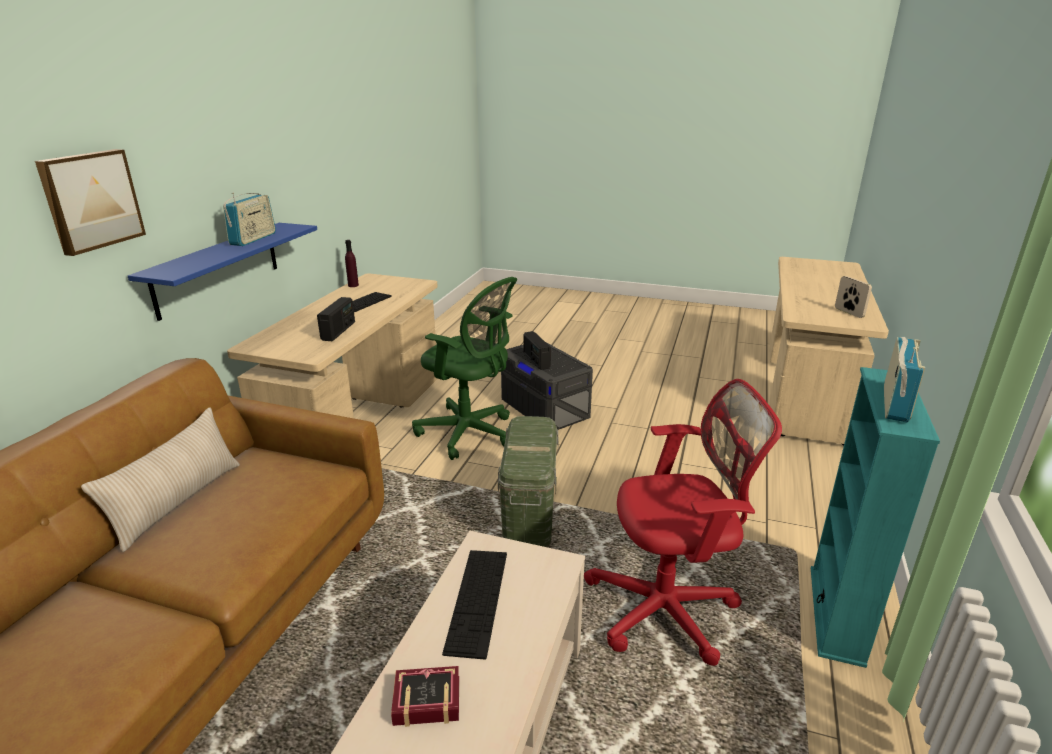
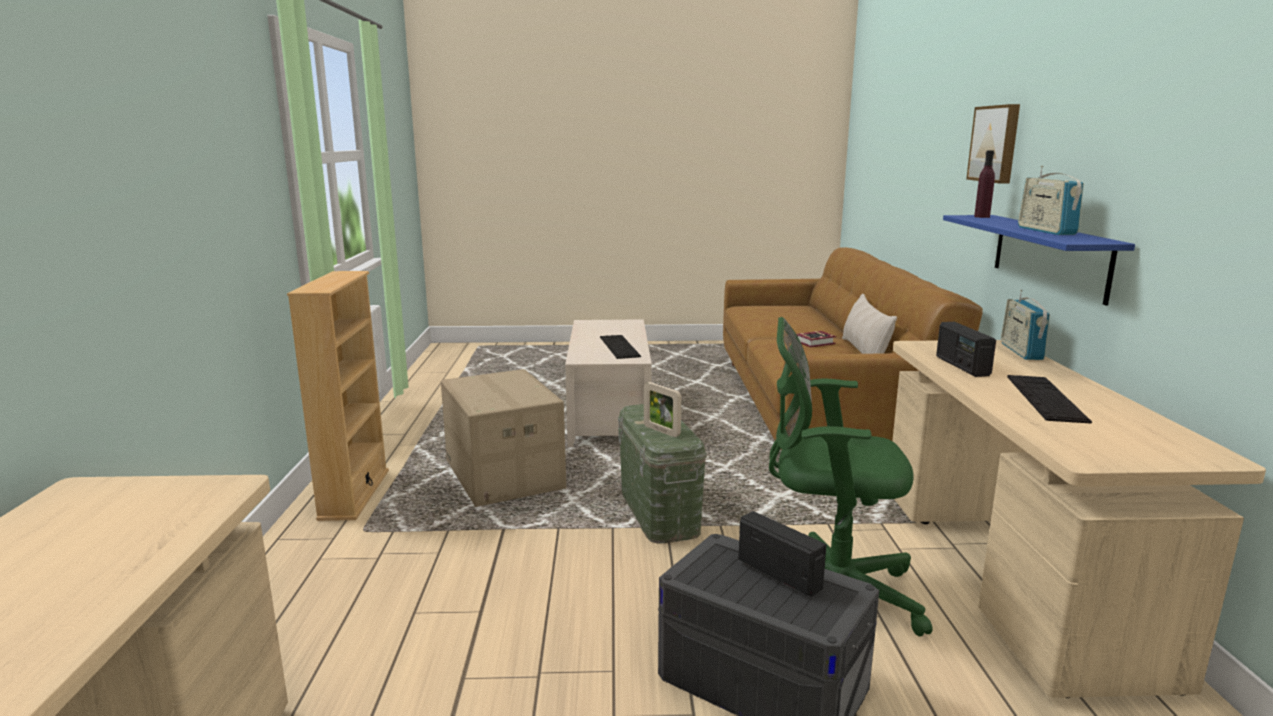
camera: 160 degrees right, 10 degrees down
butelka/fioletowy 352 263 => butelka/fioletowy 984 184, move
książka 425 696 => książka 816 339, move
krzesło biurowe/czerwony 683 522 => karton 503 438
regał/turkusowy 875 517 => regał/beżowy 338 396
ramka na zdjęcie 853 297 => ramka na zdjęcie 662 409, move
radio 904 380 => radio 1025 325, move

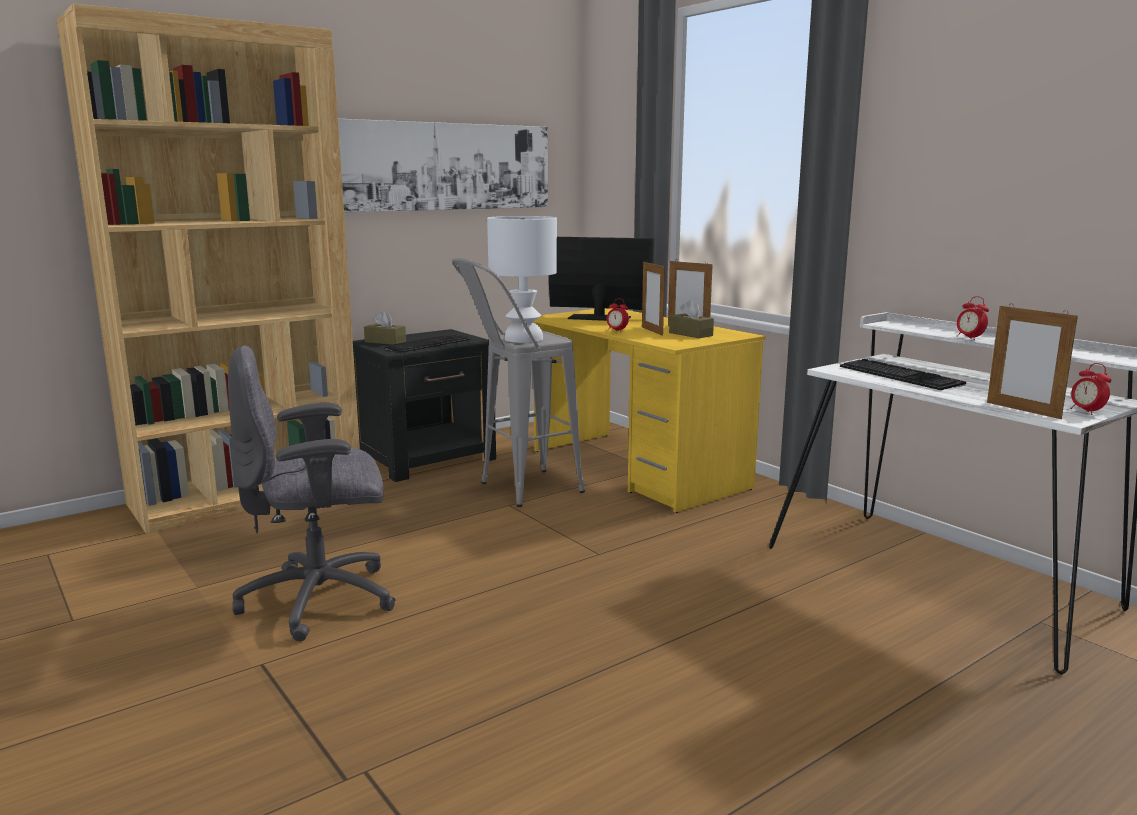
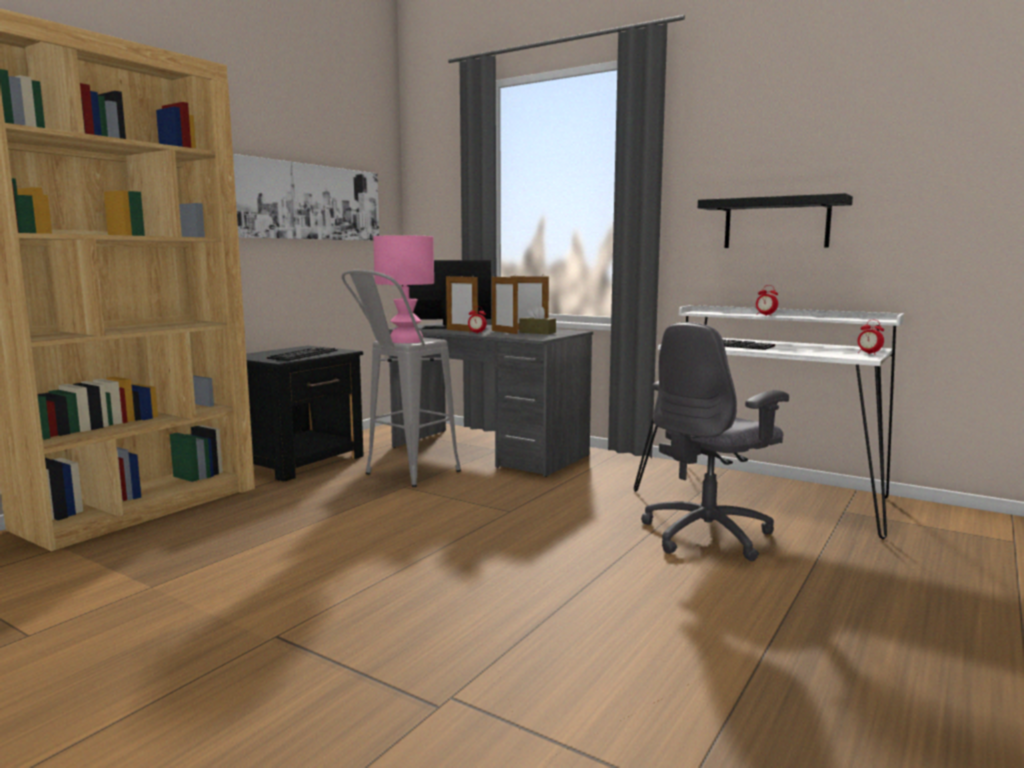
camera: 20 degrees left, 5 degrees down
krzesło biurowe/szary 312 493 => krzesło biurowe/szary 715 441, move
pudełko chusteczek/brązowy 385 328 => nothing
lampa stołowa/biały 522 279 => lampa stołowa/różowy 403 289
biurko/żółty 649 410 => biurko/szary 491 399
ramka na zdjęcie 1032 361 => ramka na zdjęcie 462 304, move
nothing => półka/czarny 775 220

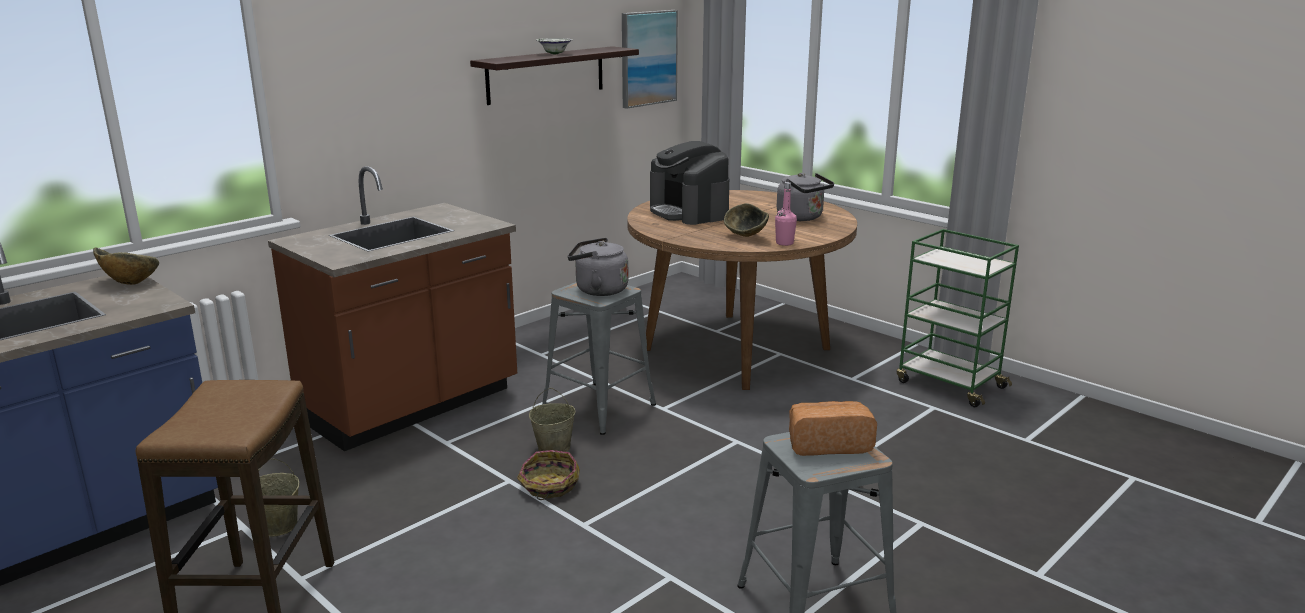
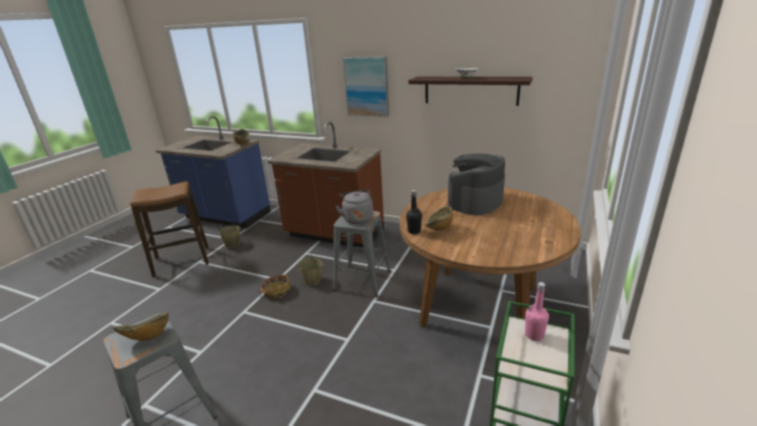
camera: 70 degrees right, 5 degrees up
obraz 650 59 => obraz 366 86, move
butelka/różowy 786 214 => butelka/różowy 537 311, move
czajnik/szary 805 197 => nothing
chleb 833 428 => miska 141 326
nothing => butelka/czarny 414 212

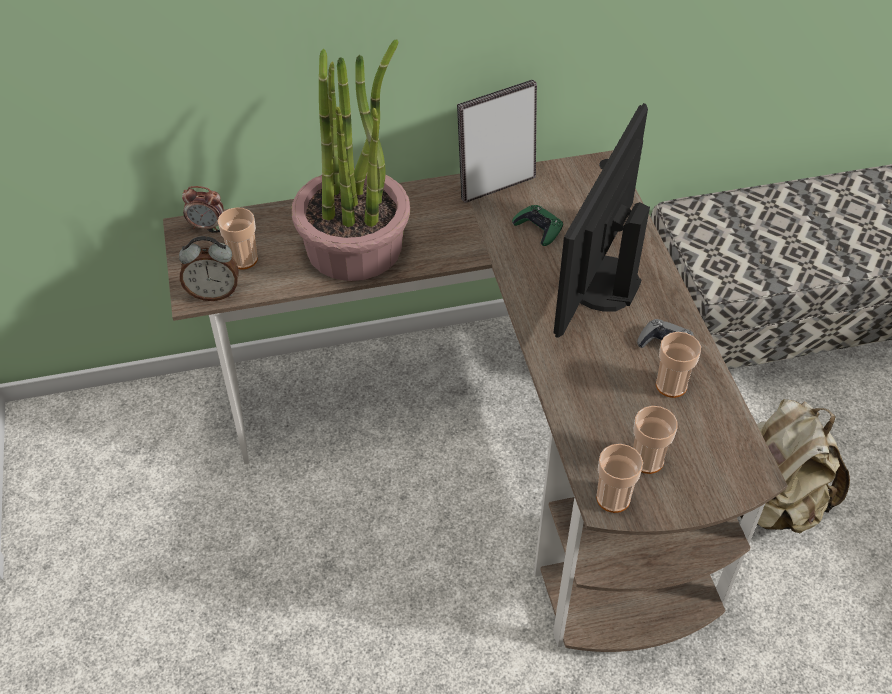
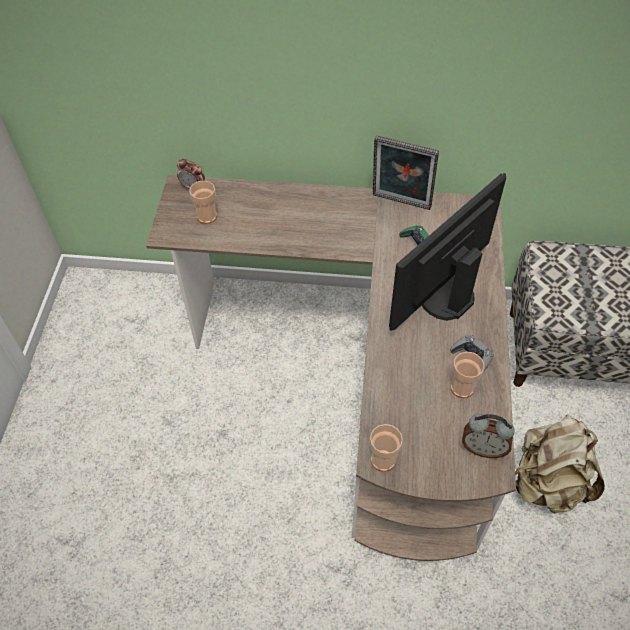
camera: 20 degrees right, 5 degrees up
budzik 209 268 => budzik 488 436, move
roślina doniczkowa 351 160 => nothing
ramka na zdjęcie 497 141 => ramka na zdjęcie 406 172, 150 degrees counterclockwise
filiżanka 655 440 => nothing

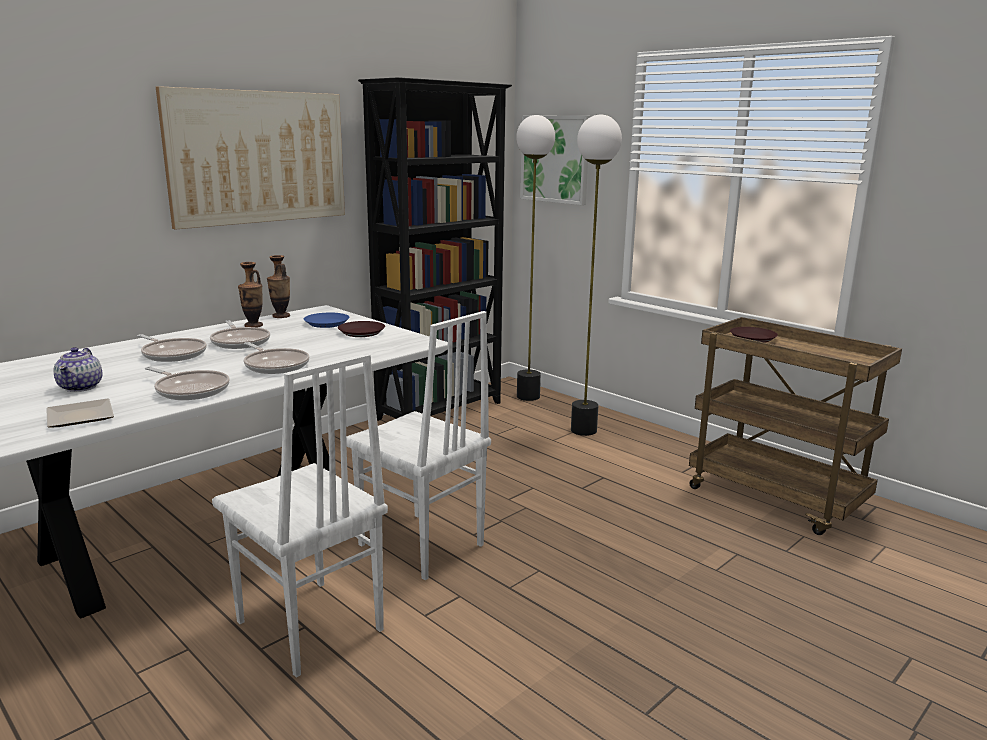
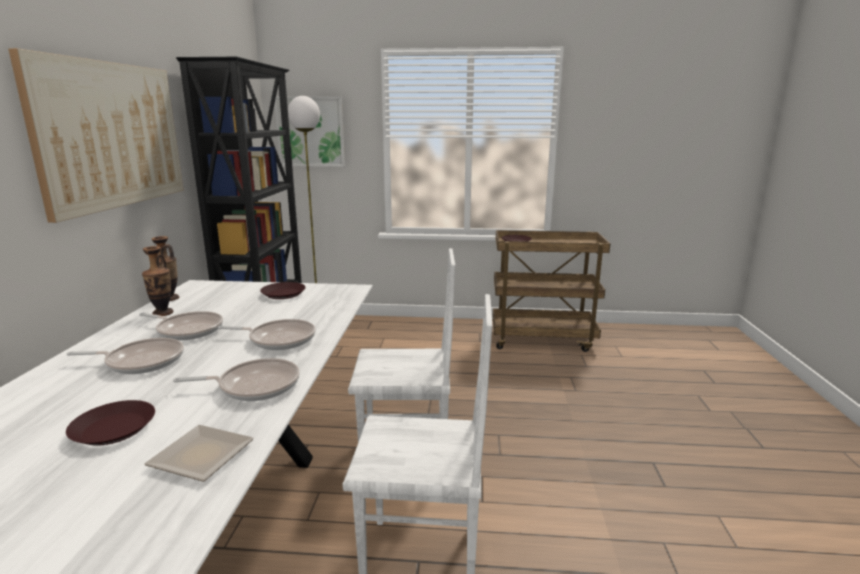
camera: 40 degrees left, 0 degrees up
imbryk 77 369 => talerz/brązowy 110 423
talerz/niebieski 326 320 => nothing
lampa stojąca 596 275 => nothing

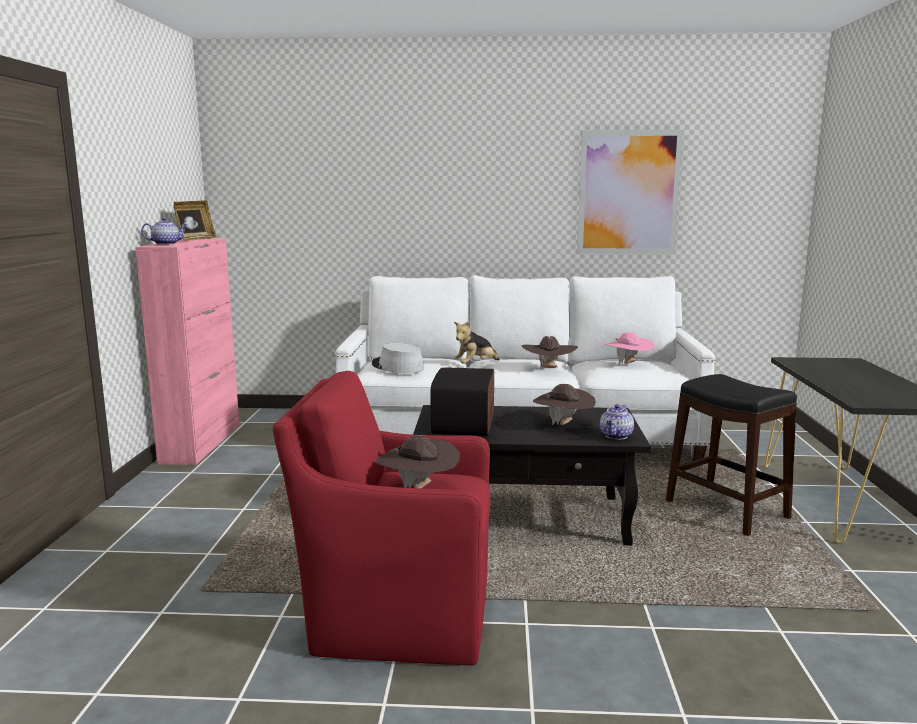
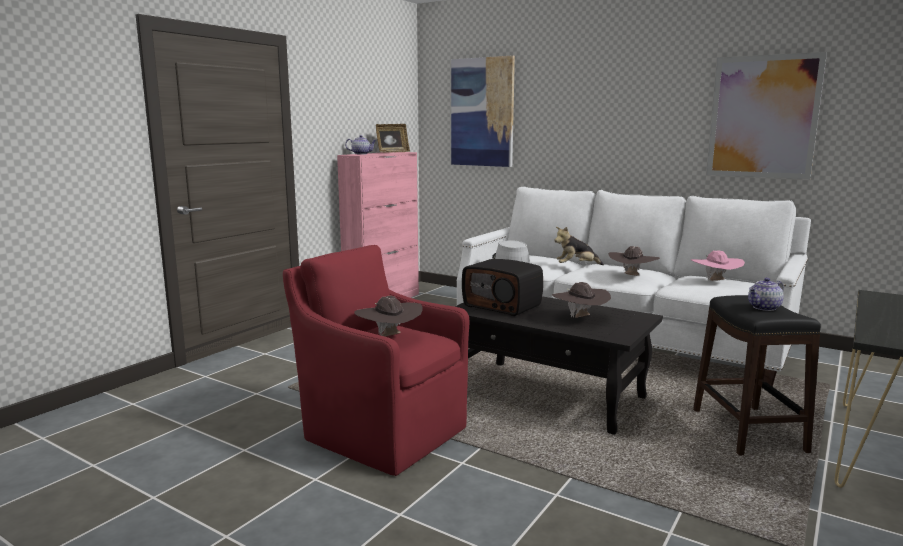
camera: 30 degrees right, 0 degrees up
radio 462 401 => radio 502 287, 90 degrees counterclockwise
imbryk 617 422 => imbryk 766 294, move
nothing => obraz 483 111

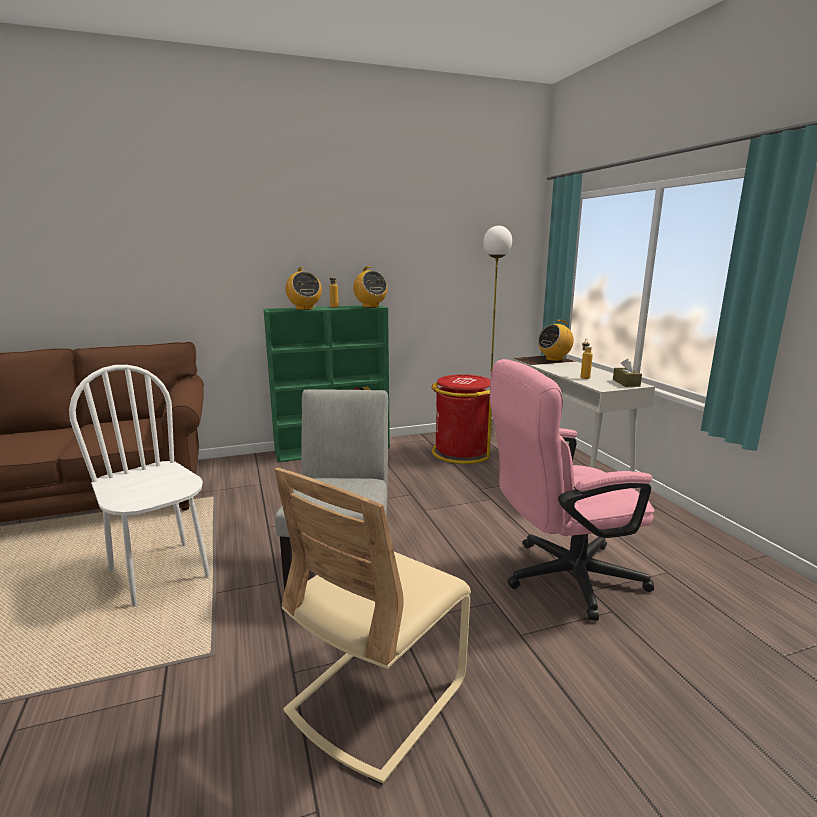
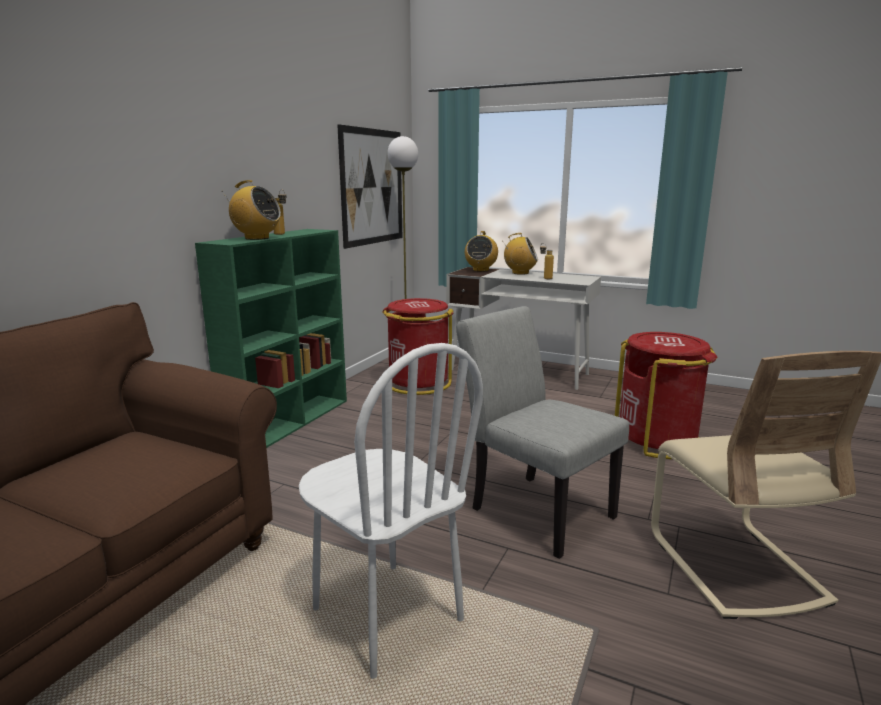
camera: 45 degrees left, 0 degrees up
krzesło/biały 139 486 => krzesło/biały 391 511, 135 degrees counterclockwise
radio 370 287 => radio 520 254, move
krzesło biurowe/różowy 572 489 => kosz na śmieci/czerwony 666 395
pudełko chusteczek/brązowy 627 373 => nothing
nothing => obraz 369 186

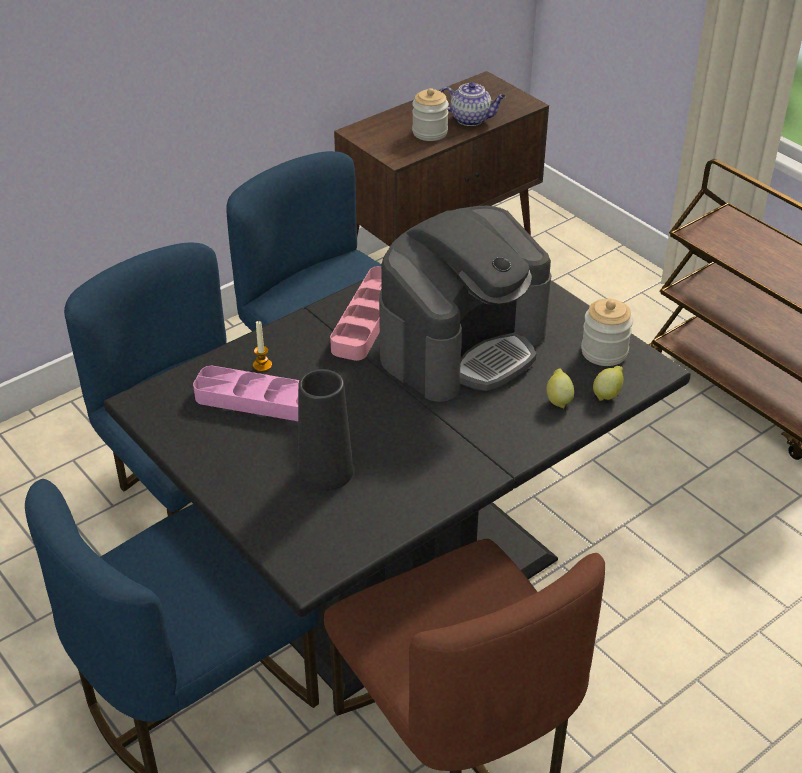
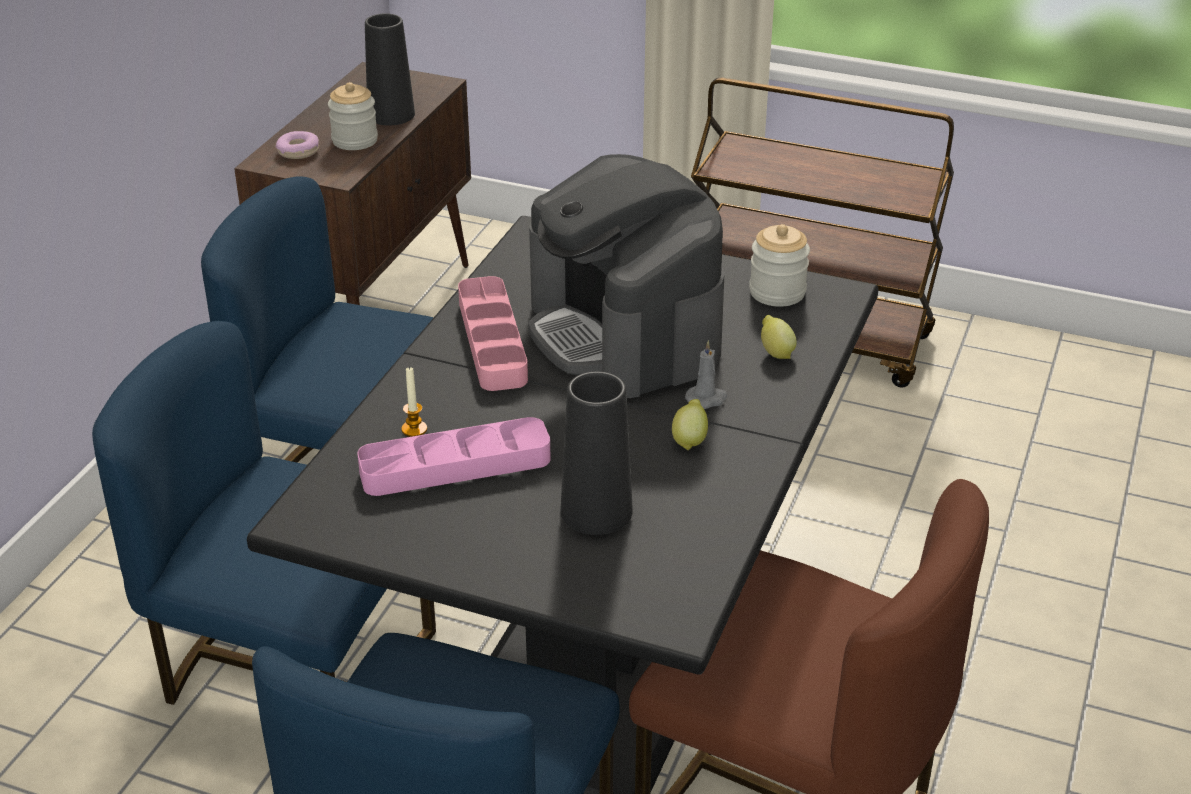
camera: 30 degrees left, 5 degrees down
ekspres do kawy 465 304 => ekspres do kawy 626 276, 135 degrees clockwise
imbryk 473 104 => wazon/czarny 390 69
cytryna 608 383 => cytryna 690 424, move
nothing => donut 297 145
nothing => świeca/szary 706 374

